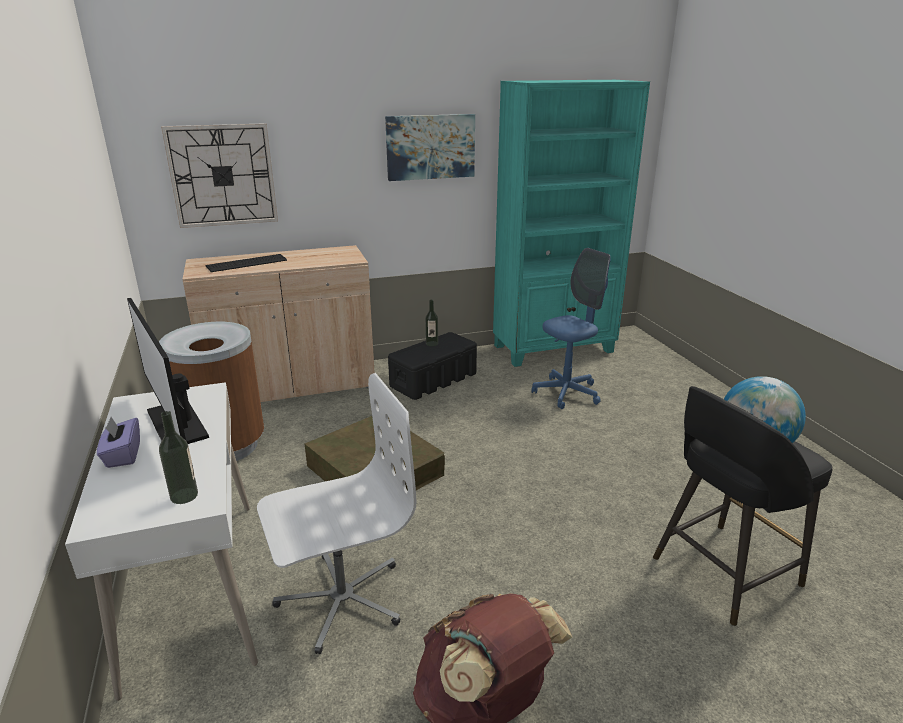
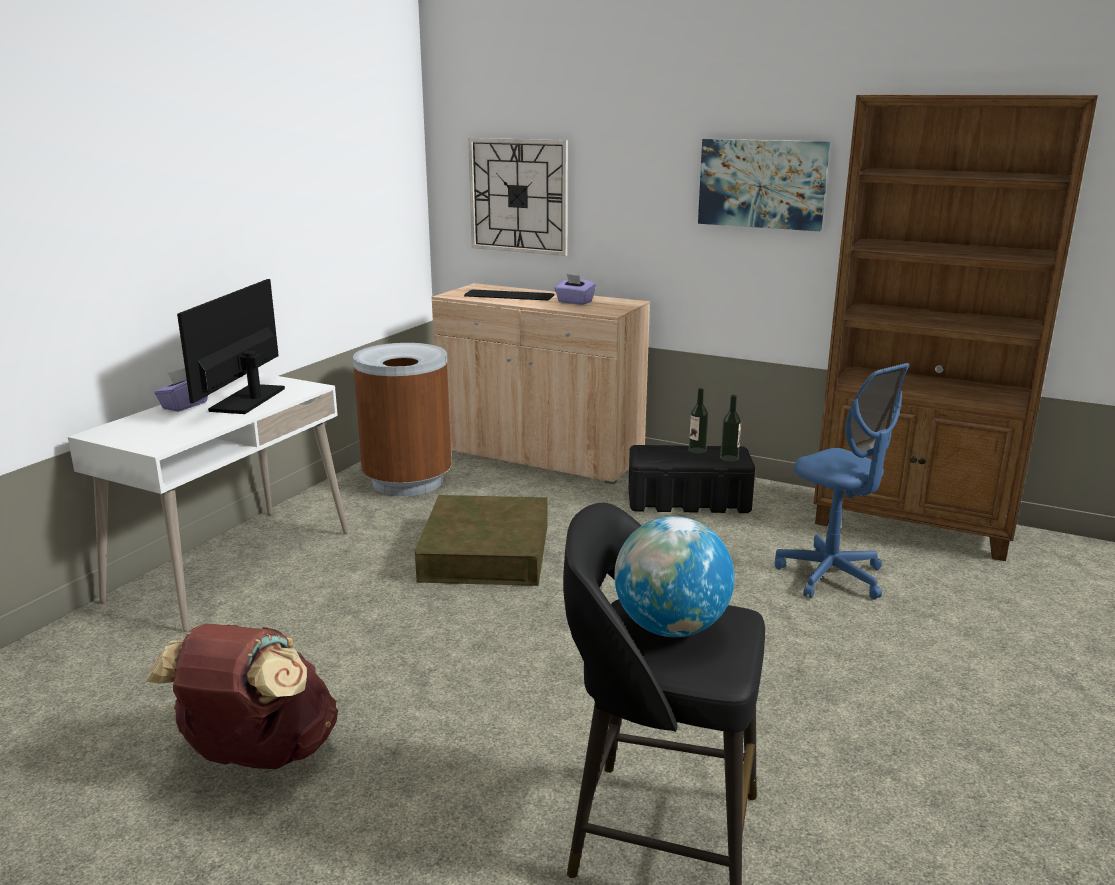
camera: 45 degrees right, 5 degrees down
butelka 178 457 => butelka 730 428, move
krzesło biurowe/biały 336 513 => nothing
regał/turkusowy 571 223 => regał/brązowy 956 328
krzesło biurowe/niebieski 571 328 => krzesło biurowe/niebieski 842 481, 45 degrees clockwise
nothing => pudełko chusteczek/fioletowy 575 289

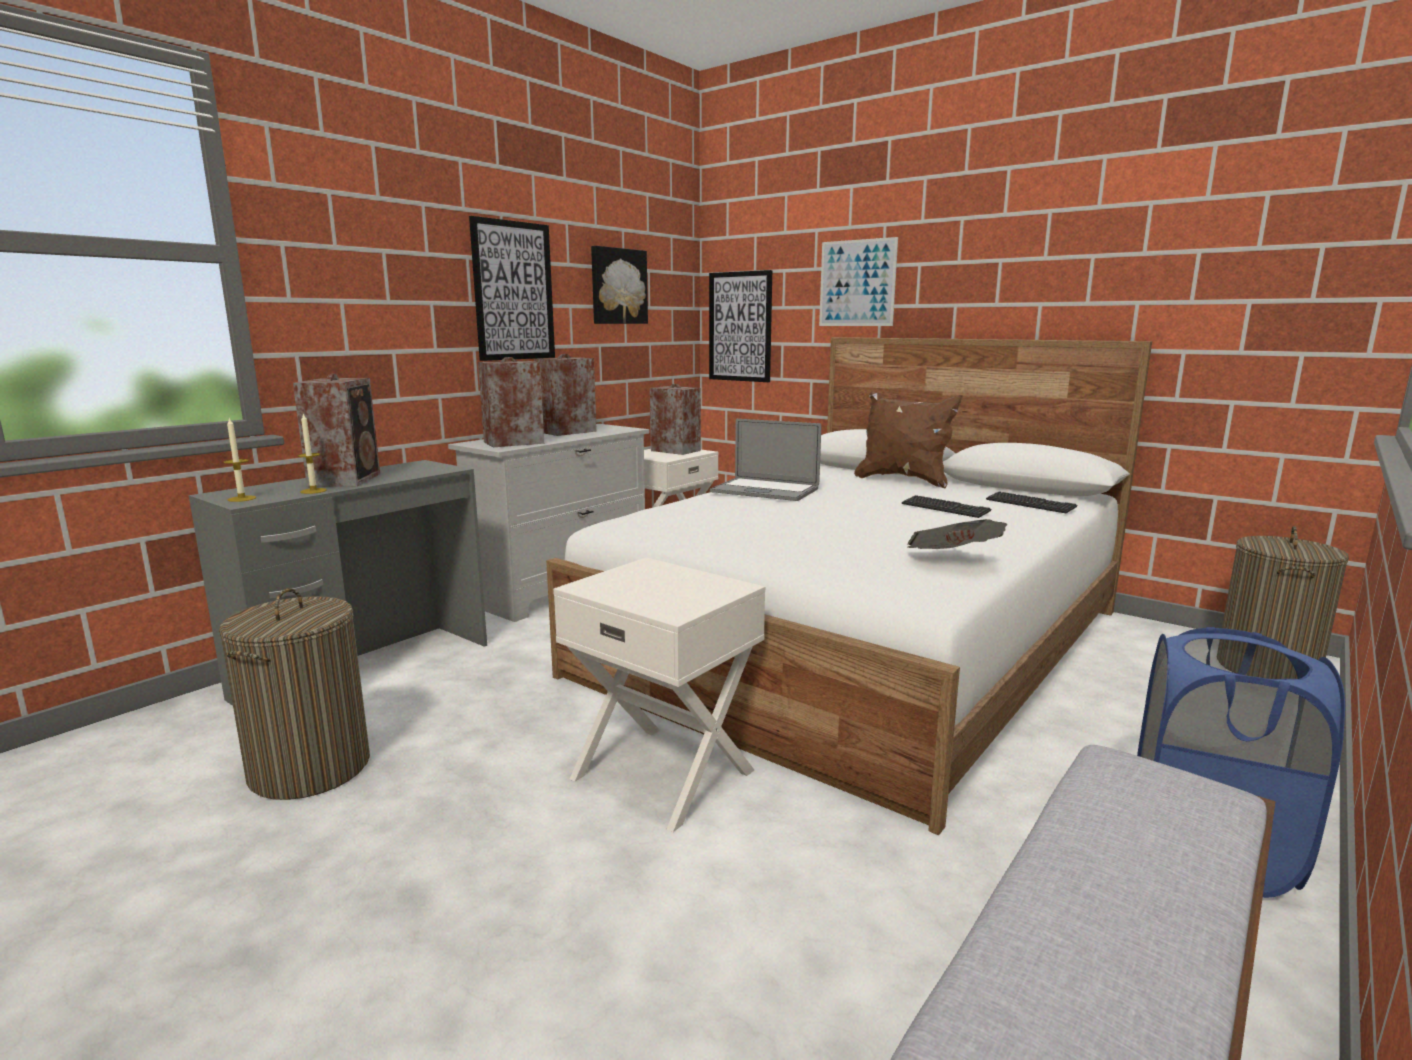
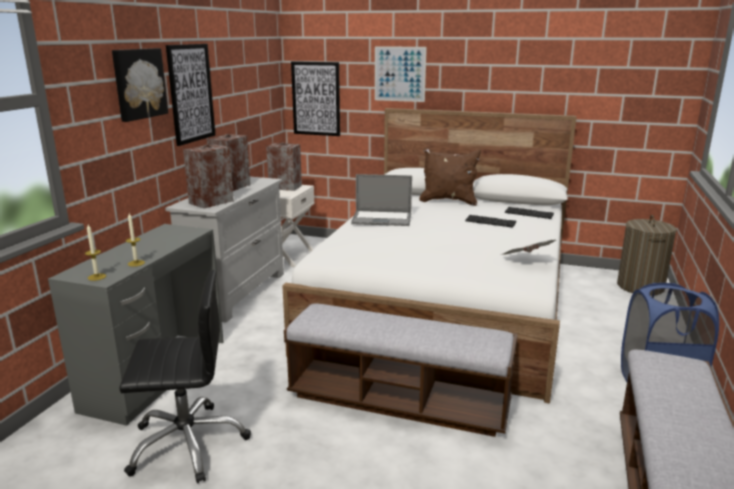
camera: 20 degrees left, 5 degrees up
kosz na pranie 294 694 => krzesło biurowe/czarny 185 377
głośnik 336 430 => nothing
szafka nocna/biały 659 694 => ławka 401 370
obraz 619 285 => obraz 140 85, move

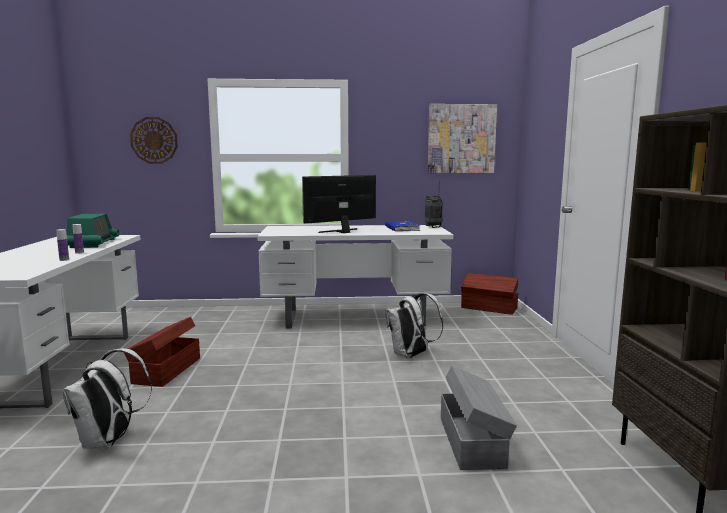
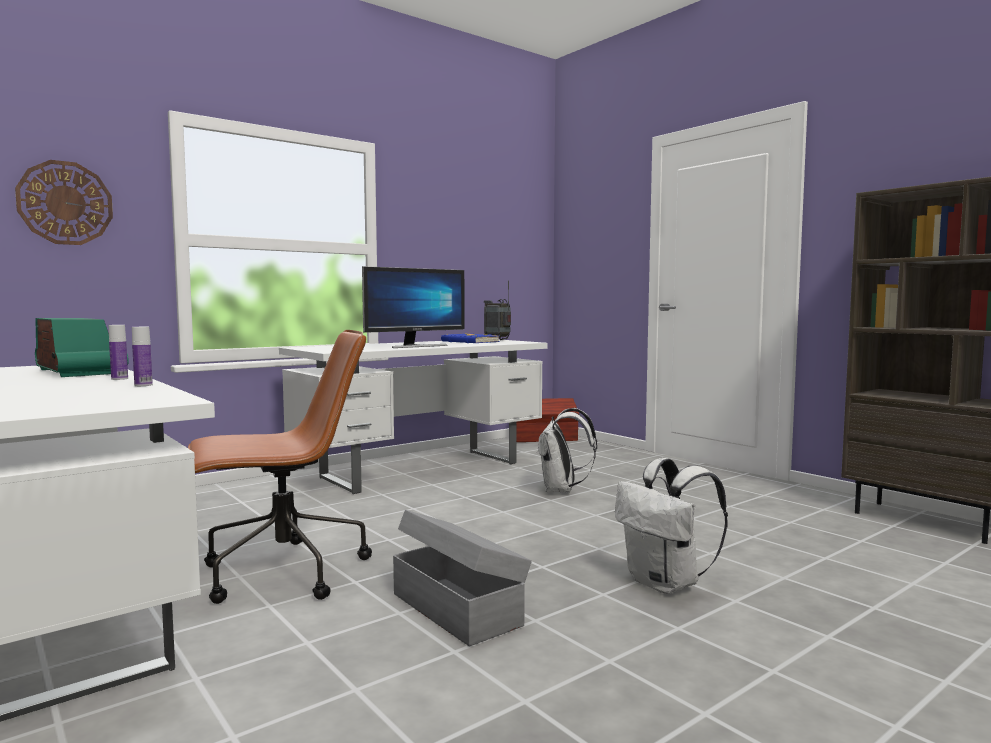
camera: 35 degrees left, 5 degrees down
plecak/biały 107 398 => plecak/biały 671 526, move
pojemnik do przechowywania/brązowy 162 352 => krzesło biurowe/brązowy 280 467
monitor 339 204 => monitor 413 307, 150 degrees counterclockwise
obraz 462 138 => nothing
pojemnik do przechowywania/szary 479 418 => pojemnik do przechowywania/szary 462 578, move

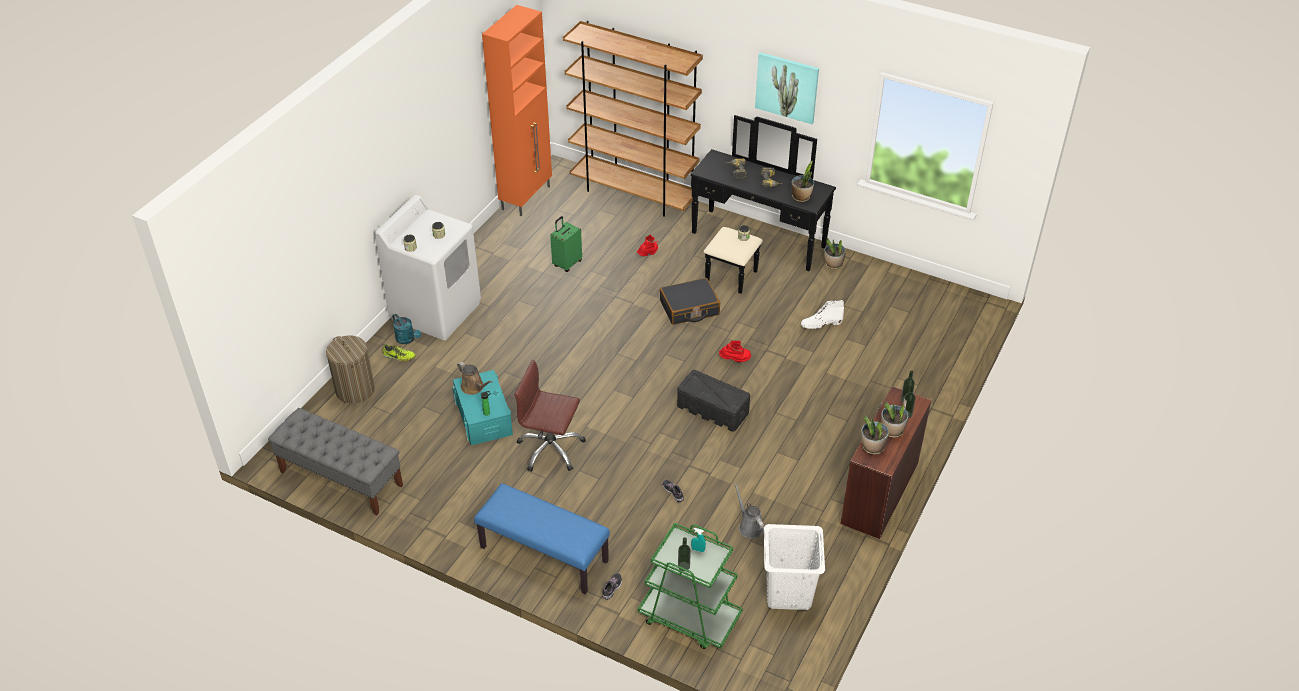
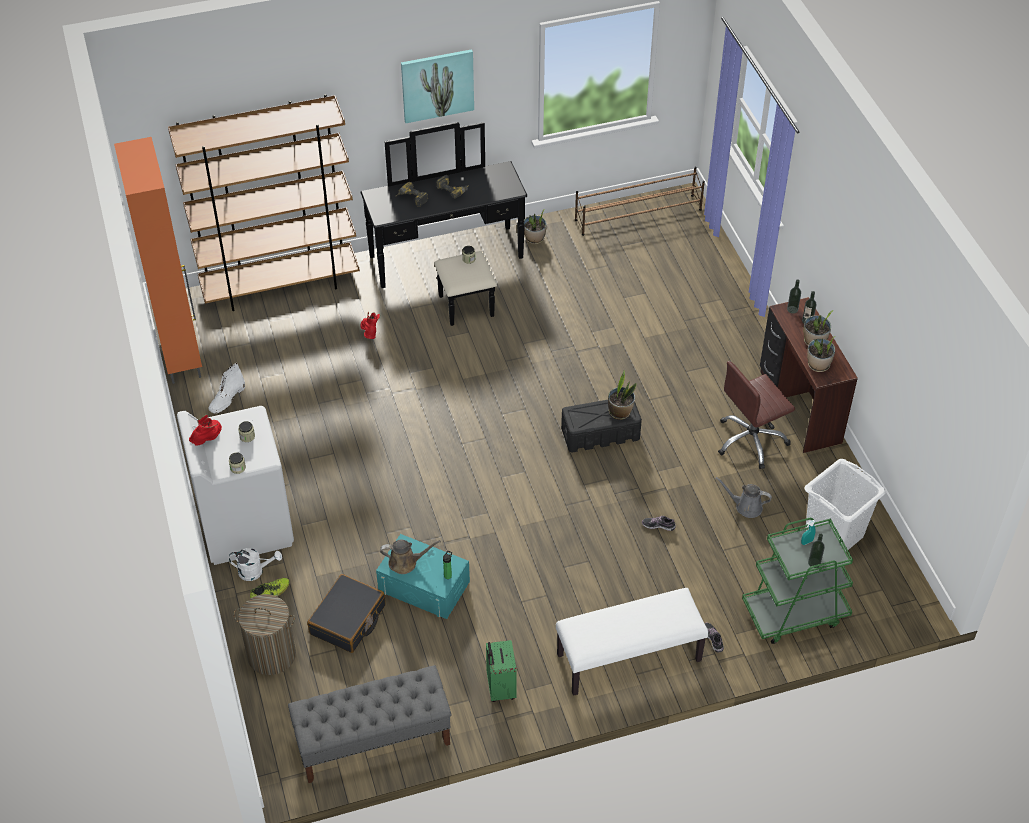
camera: 45 degrees left, 5 degrees up
konewka/turkusowy 406 329 => konewka/biały 255 564
ławka/niebieski 542 538 => ławka/biały 632 642
krzesło biurowe/brązowy 550 416 => krzesło biurowe/brązowy 756 415, move
walizka/zielony 566 244 => walizka/zielony 501 671, move
walizka/czarny 690 301 => walizka/czarny 346 613, move
but z cholewką/czerwony 735 351 => but z cholewką/czerwony 205 430, move
roślina doniczkowa 802 181 => roślina doniczkowa 622 395, move
but z cholewką/biały 822 314 => but z cholewką/biały 227 388, move
nothing => regał na buty/brązowy 640 201

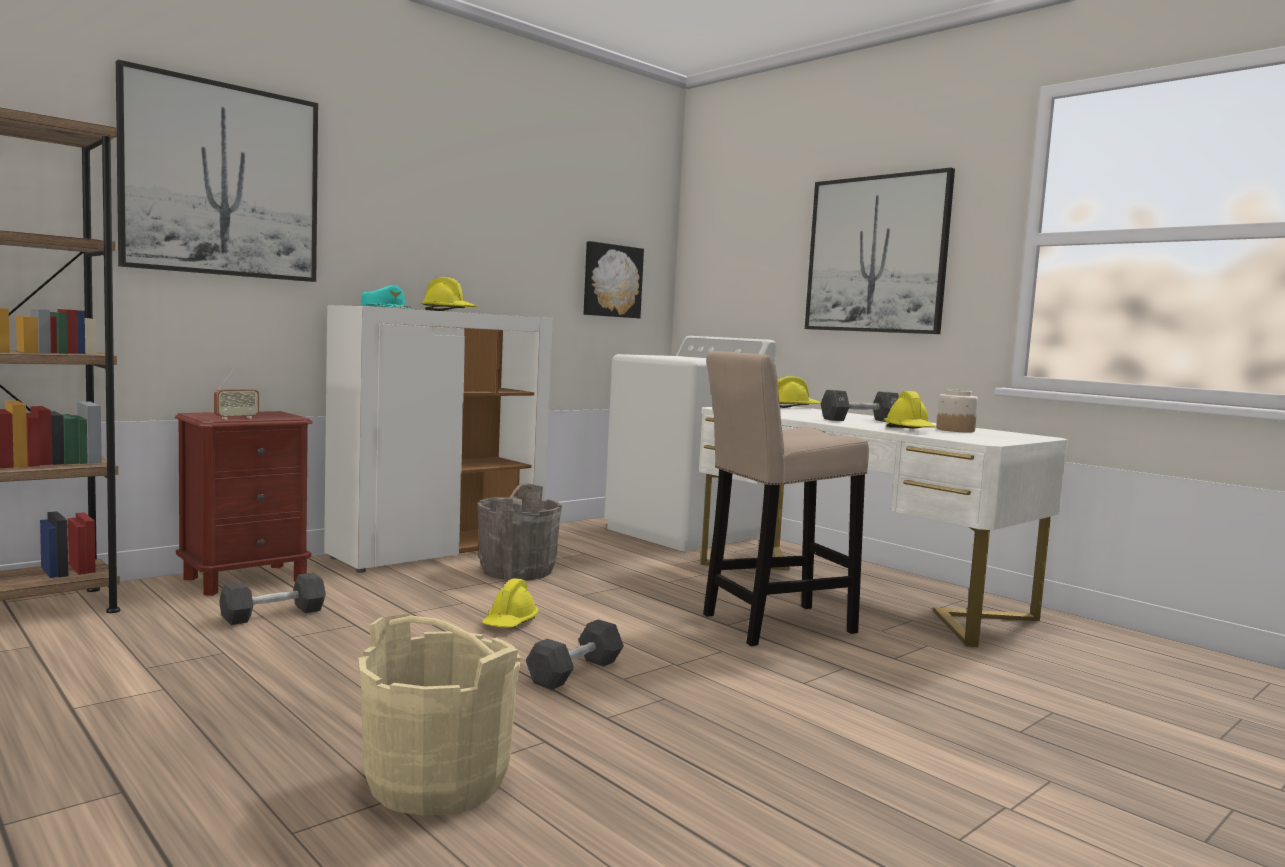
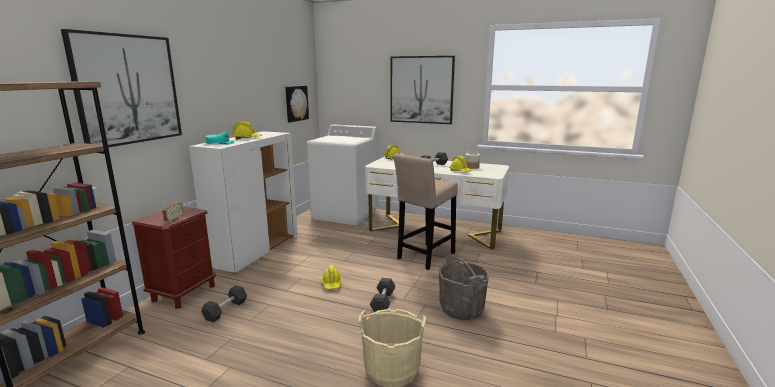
camera: 25 degrees left, 10 degrees up
wiadro/szary 519 531 => wiadro/szary 464 287, move

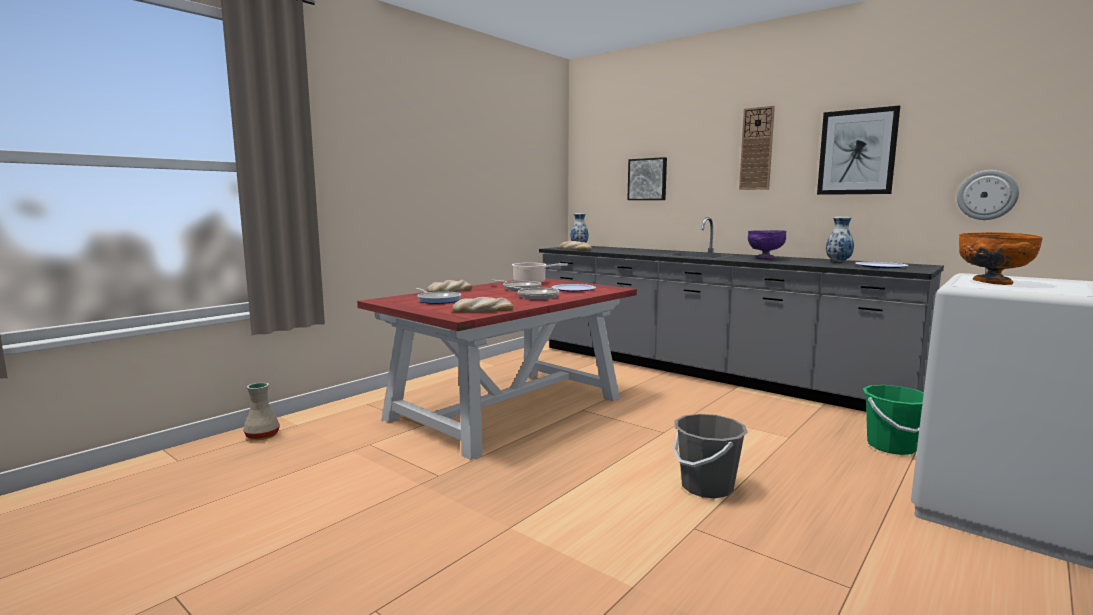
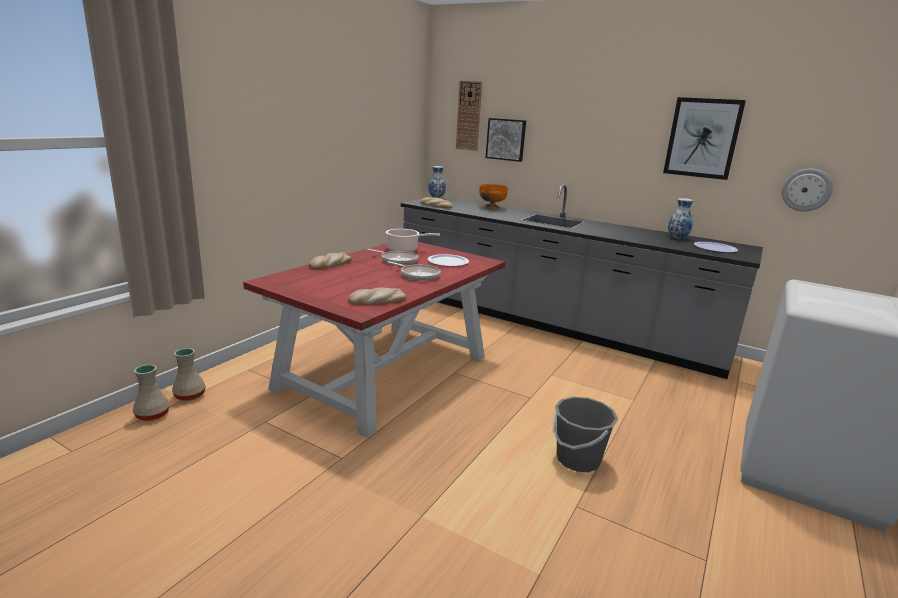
camera: 10 degrees left, 10 degrees up
patelnia 438 296 => nothing
zegar ścienny 757 148 => zegar ścienny 469 116, move
miska/fioletowy 767 245 => nothing
wiadro/zielony 893 420 => nothing
miska/pomarańczowy 1001 258 => miska/pomarańczowy 493 196, move
nothing => wazon/beżowy 189 374

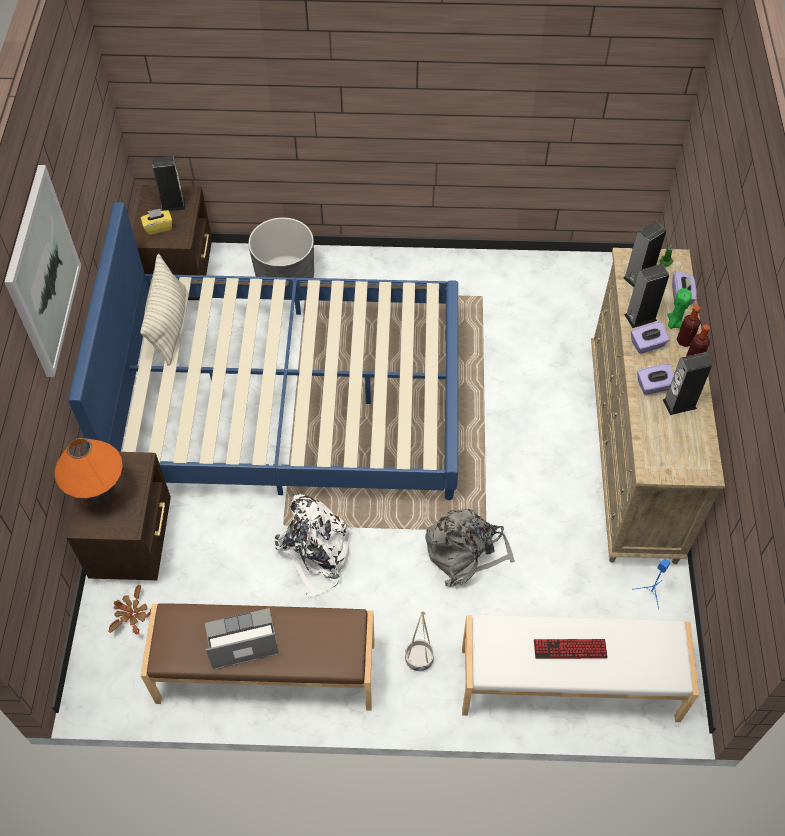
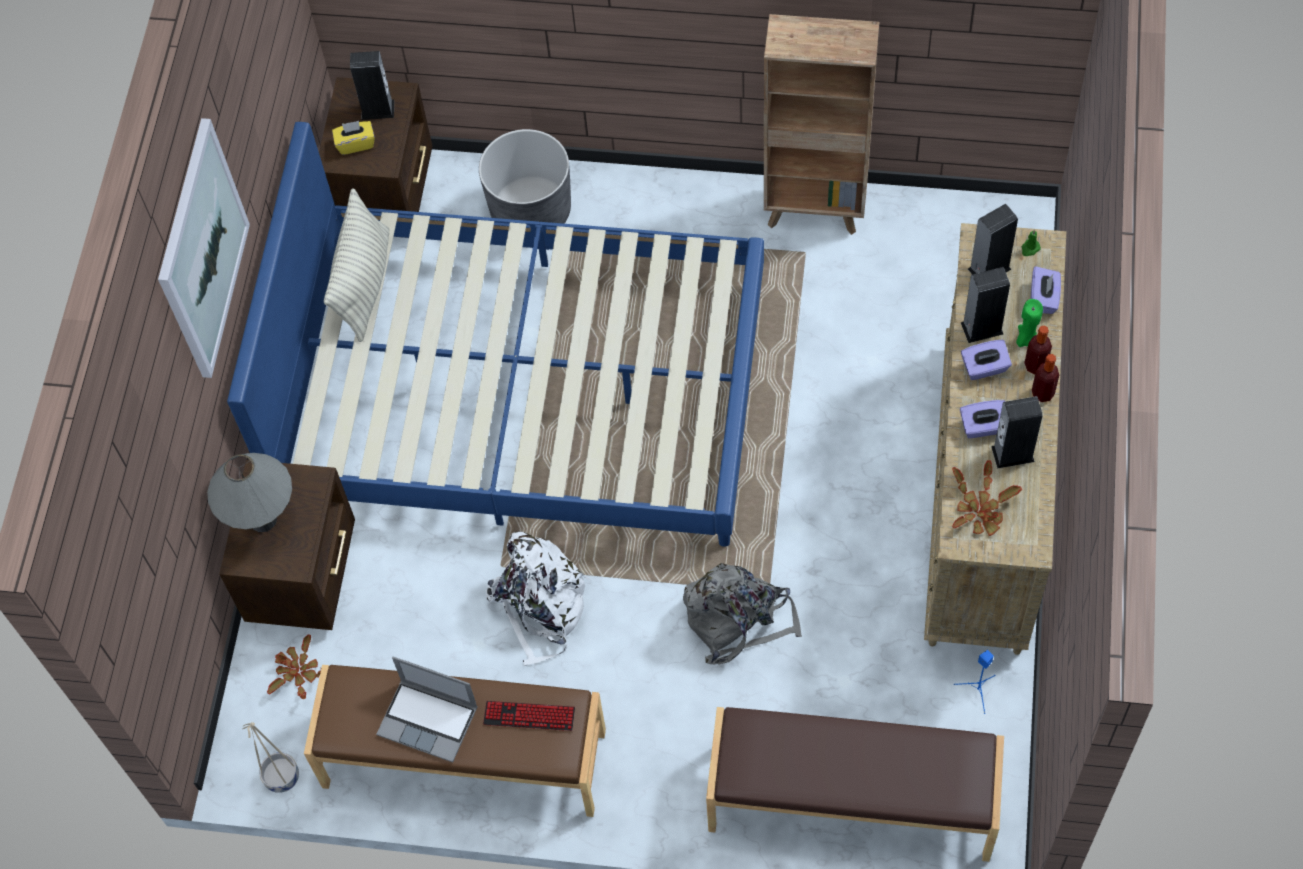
camera: 10 degrees right, 5 degrees up
lampa stołowa/pomarańczowy 88 471 => lampa stołowa/szary 249 492
laptop 242 639 => laptop 427 709, 150 degrees counterclockwise
donica/beżowy 419 641 => donica/beżowy 270 757, move
ławka/biały 580 668 => ławka/brązowy 855 784
klawiatura 571 649 => klawiatura 529 716, move
nothing => regał/brązowy 821 124
nothing => roślina doniczkowa 987 498

